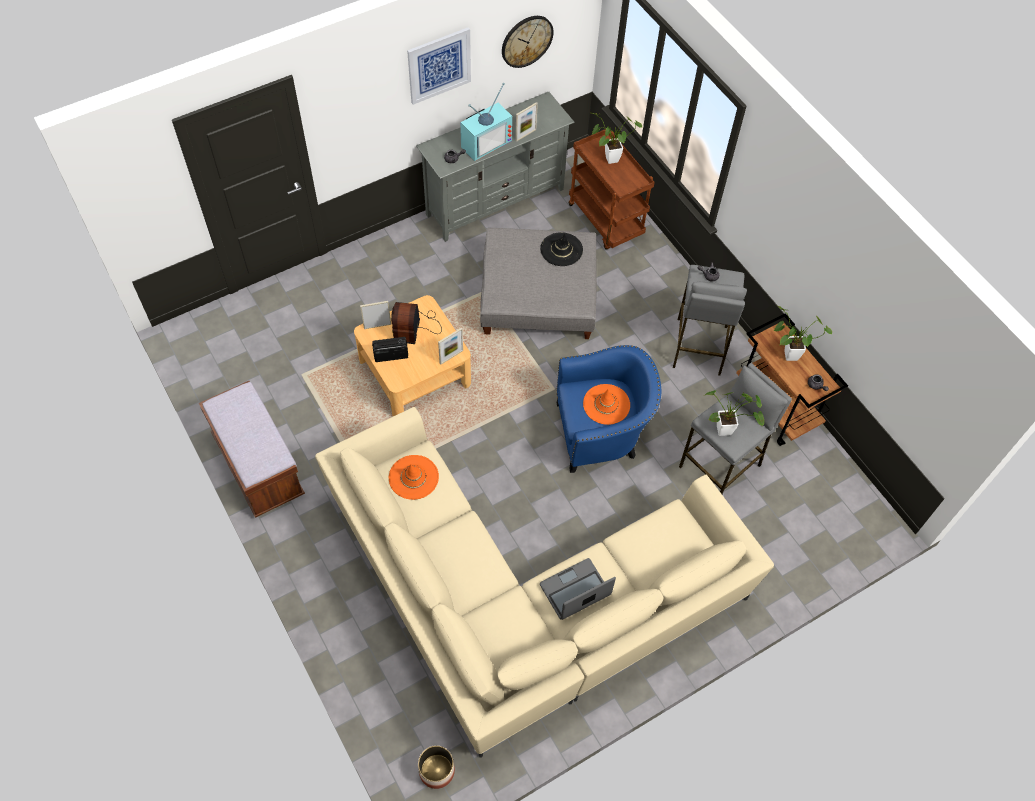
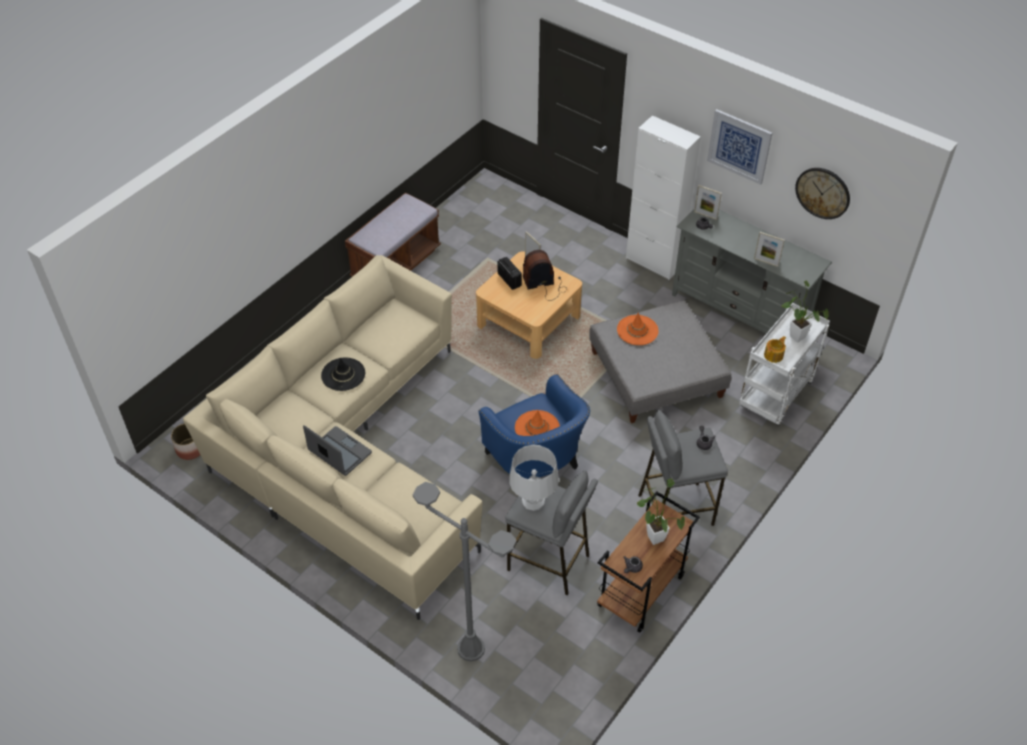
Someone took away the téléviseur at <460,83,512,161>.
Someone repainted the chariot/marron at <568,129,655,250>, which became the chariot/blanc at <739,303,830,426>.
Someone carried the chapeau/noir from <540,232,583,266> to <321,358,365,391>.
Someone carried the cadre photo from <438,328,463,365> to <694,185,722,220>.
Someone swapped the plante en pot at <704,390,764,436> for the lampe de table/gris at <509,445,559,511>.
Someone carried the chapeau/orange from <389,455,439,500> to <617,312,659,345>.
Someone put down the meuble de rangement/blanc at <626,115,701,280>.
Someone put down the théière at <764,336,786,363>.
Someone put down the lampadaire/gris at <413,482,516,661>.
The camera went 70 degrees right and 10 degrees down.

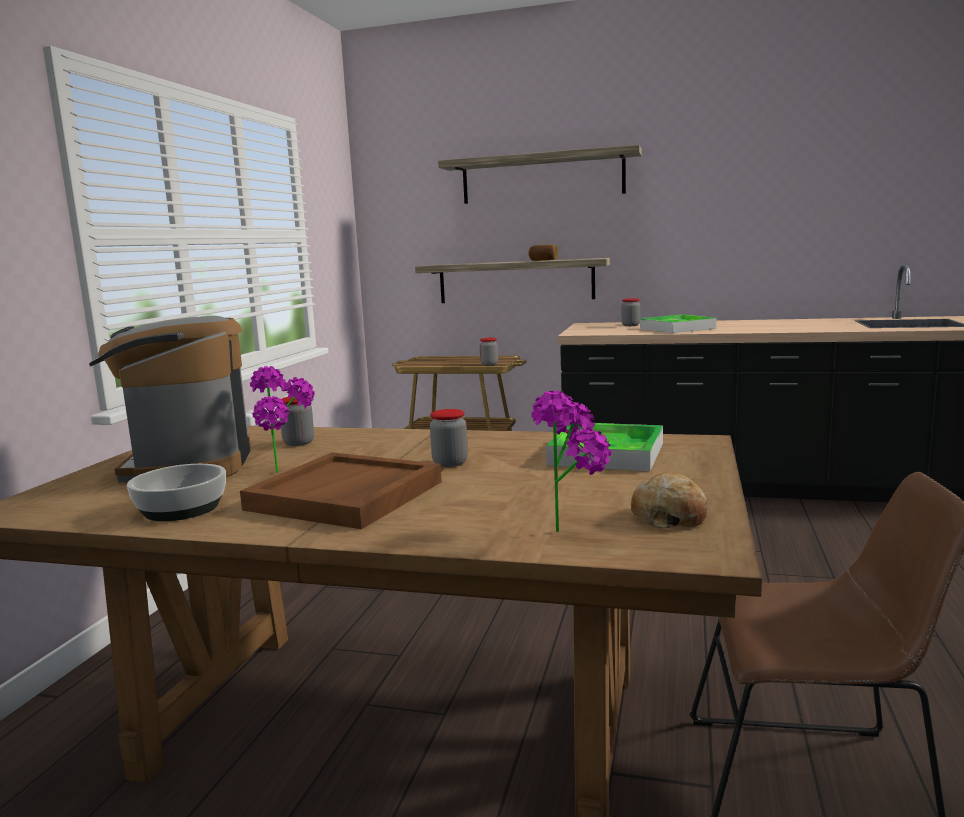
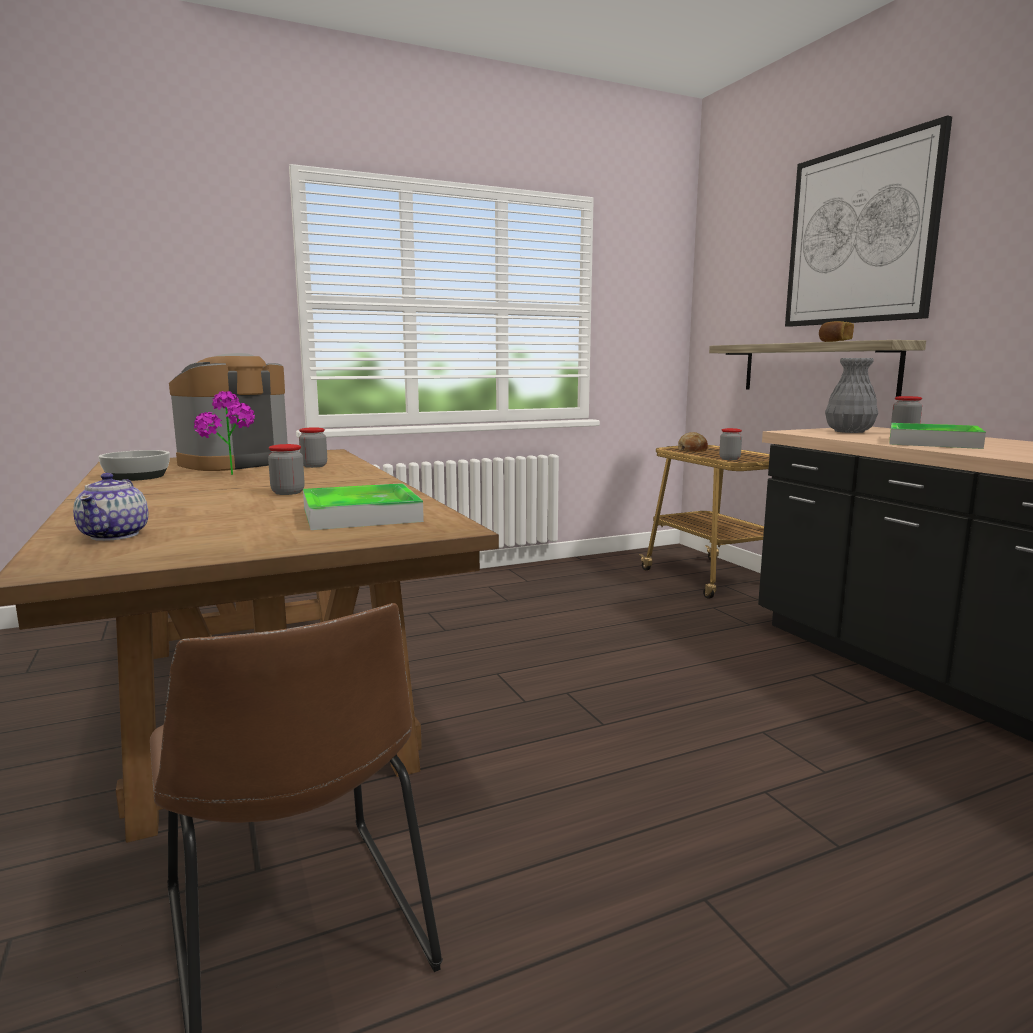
Someone swapped the étagère at <438,145,642,204> for the tableau at <785,115,952,327>.
Someone swapped the plante en pot at <532,391,612,532> for the théière at <73,473,148,541>.
Someone took away the plateau/marron at <240,453,442,529>.
Someone carried the pain from <631,472,707,529> to <678,432,708,452>.
Someone put down the vase/gris at <825,358,878,433>.
The camera went 50 degrees right and 0 degrees up.

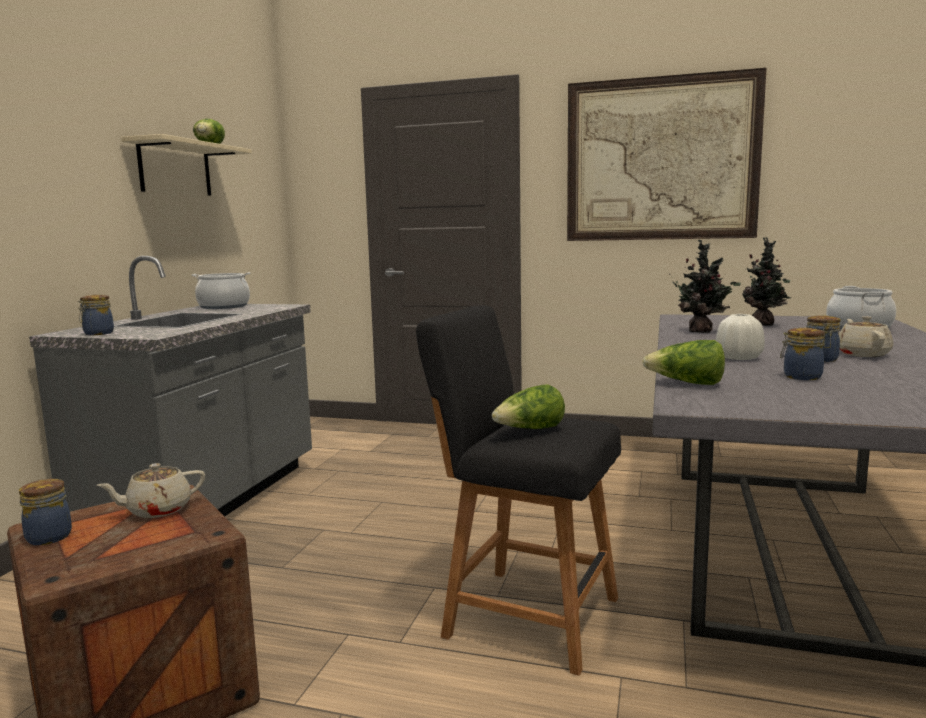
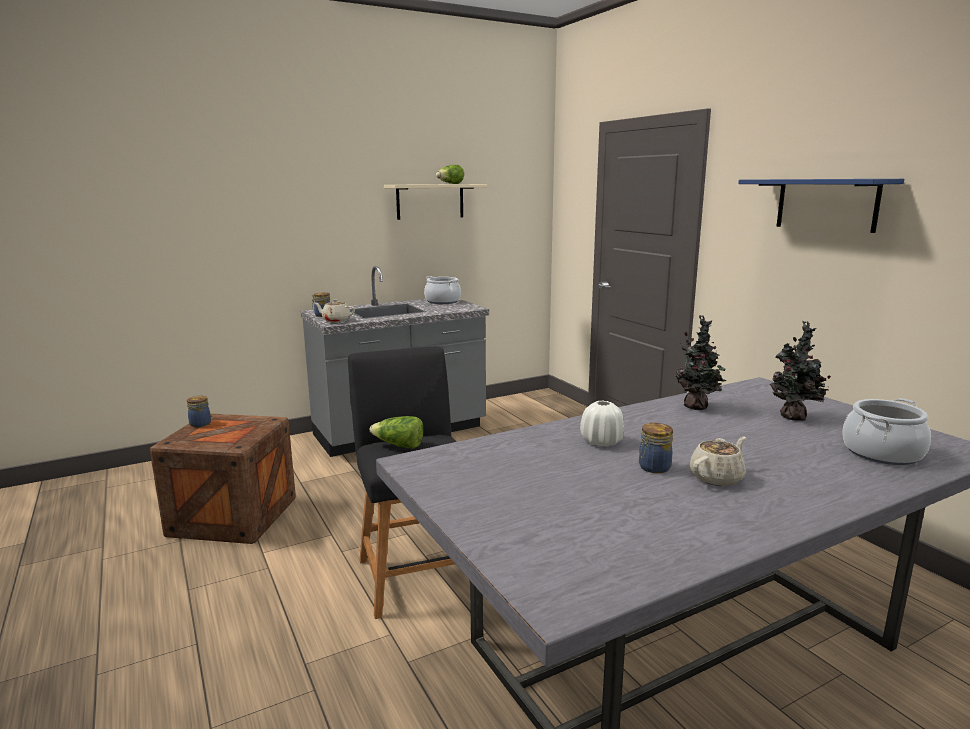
Someone swapped the tableau at <567,68,767,241> for the étagère/bleu at <738,179,904,233>.
Someone took away the bocal at <780,328,825,380>.
Someone took away the laitue at <642,340,725,385>.
Someone carried the théière/beige from <96,463,205,518> to <315,299,355,322>.
The camera went 45 degrees right and 5 degrees up.

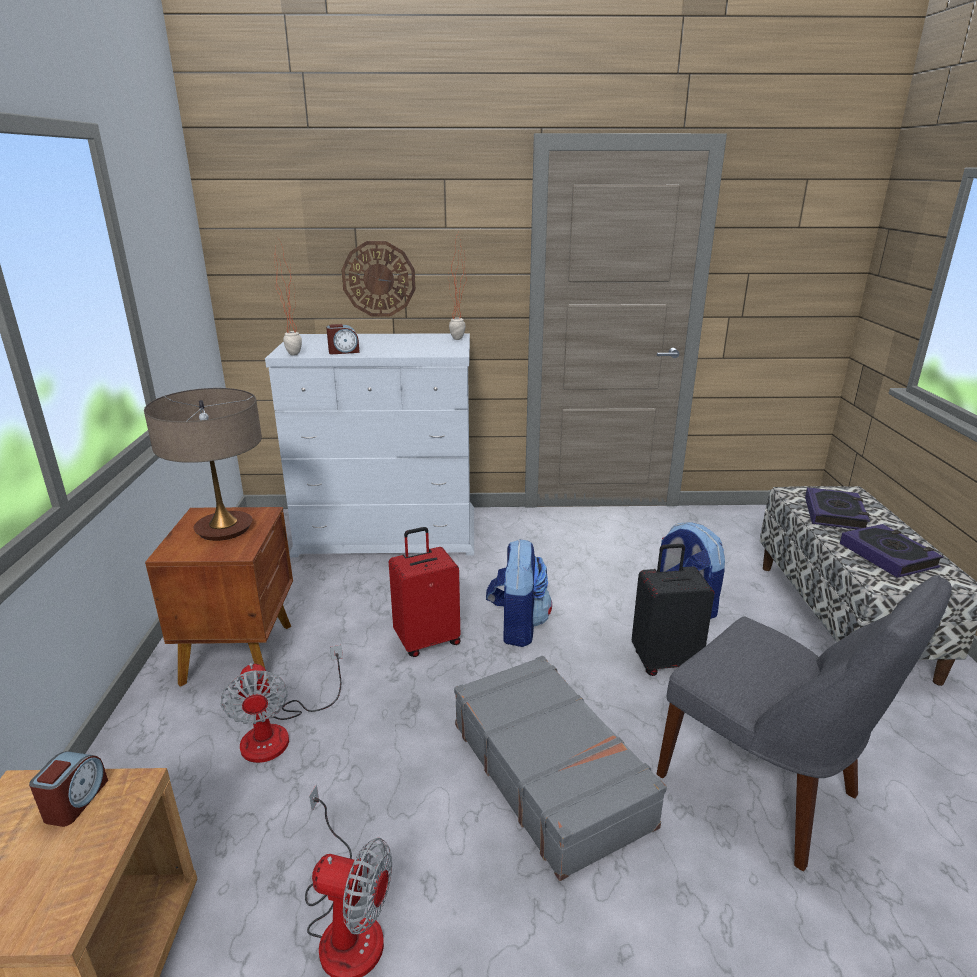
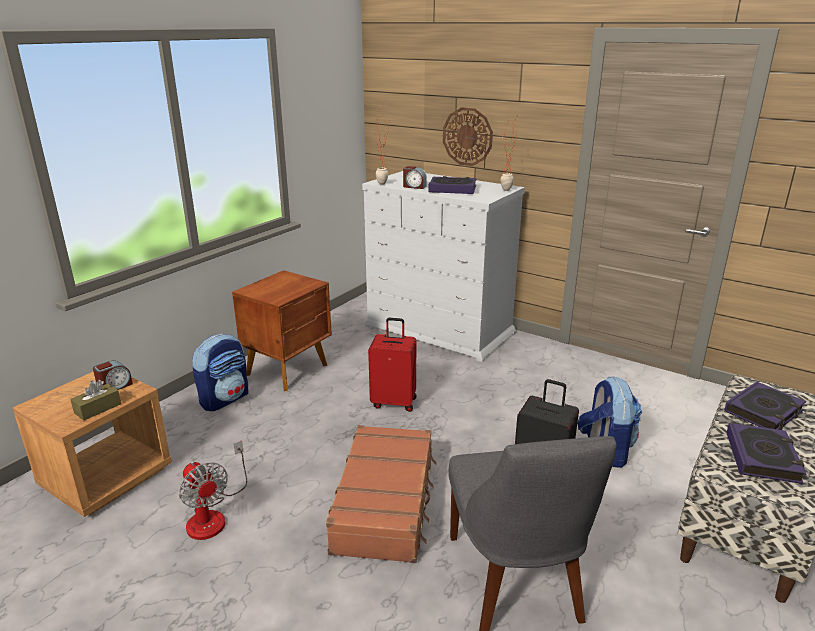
Someone took away the lampe de table at <144,388,262,541>.
Someone carried the sac à dos from <486,539,552,647> to <192,333,248,411>.
Someone took away the ventilateur at <220,645,343,763>.
Someone repainted the valise/gris at <454,656,667,881>, which became the valise/marron at <326,425,436,563>.
Someone put down the livre at <428,176,476,194>.
Someone put down the boîte à mouchoirs/marron at <70,380,121,421>.
The camera went 35 degrees right and 0 degrees up.

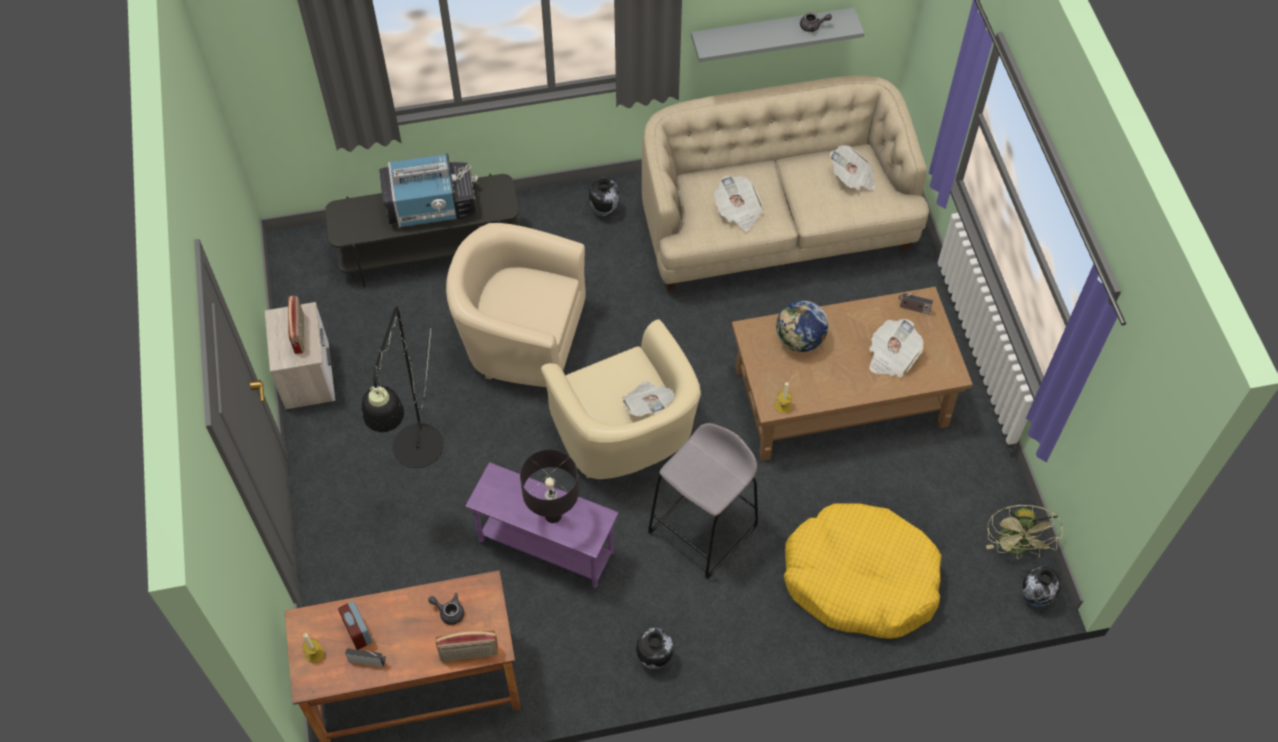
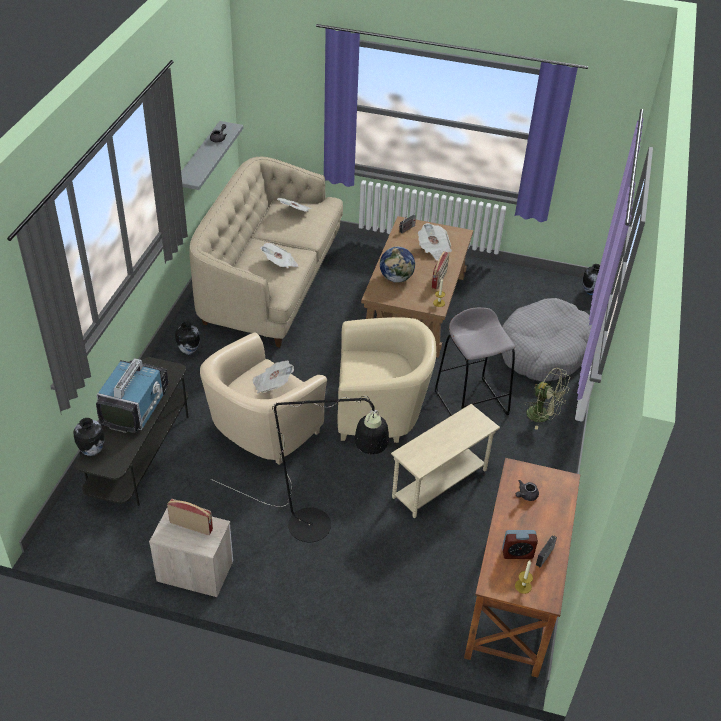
Someone carried the journal from <622,381,674,416> to <252,360,294,394>.
Someone took away the lampe de table/noir at <520,449,579,523>.
Someone repainted the table d'appoint/violet at <465,462,619,588>, which became the table d'appoint/beige at <391,404,500,518>.
Someone repainted the panier pour chien/jaune at <784,503,942,639>, which became the panier pour chien/gris at <502,298,592,382>.
Someone carried the ventilateur/vert from <986,505,1063,559> to <524,368,570,430>.
Someone carried the vase from <636,628,673,669> to <73,418,104,456>.
Someone carried the radio from <435,630,498,661> to <431,251,449,289>.
The camera went 65 degrees left and 15 degrees down.

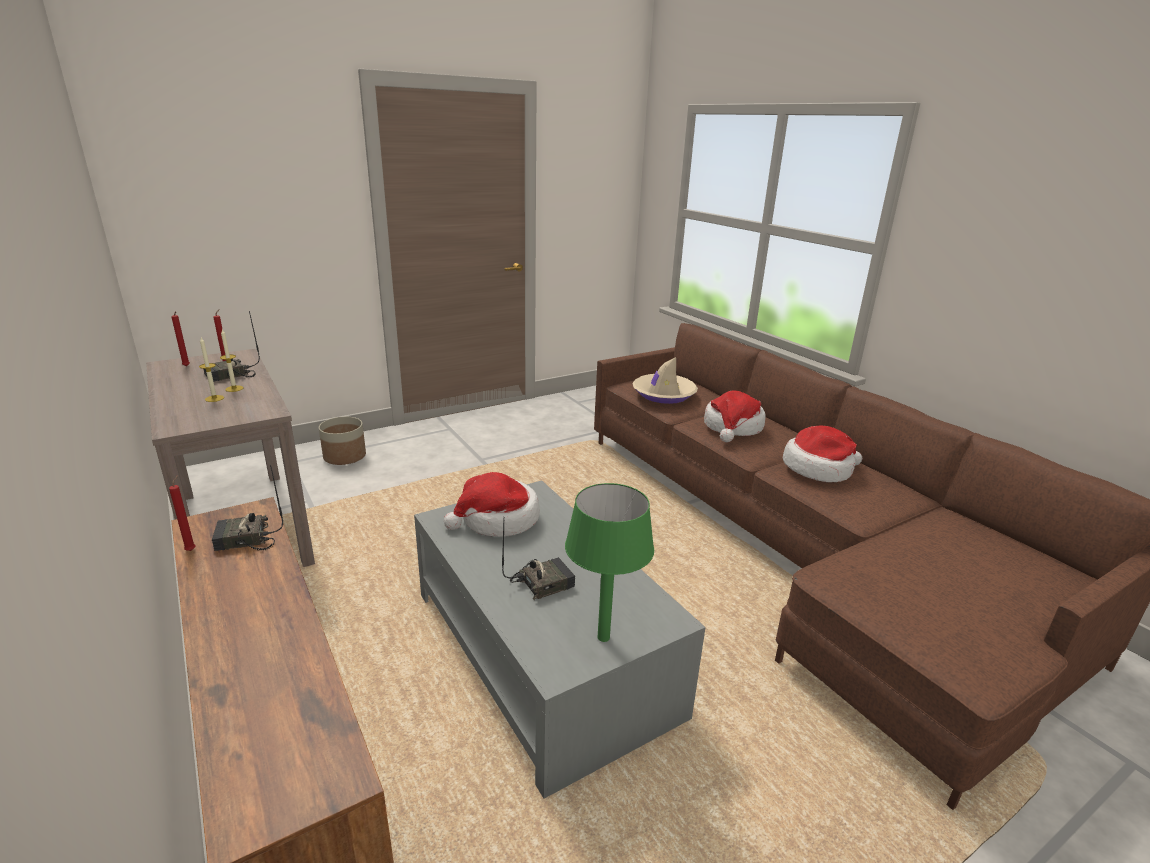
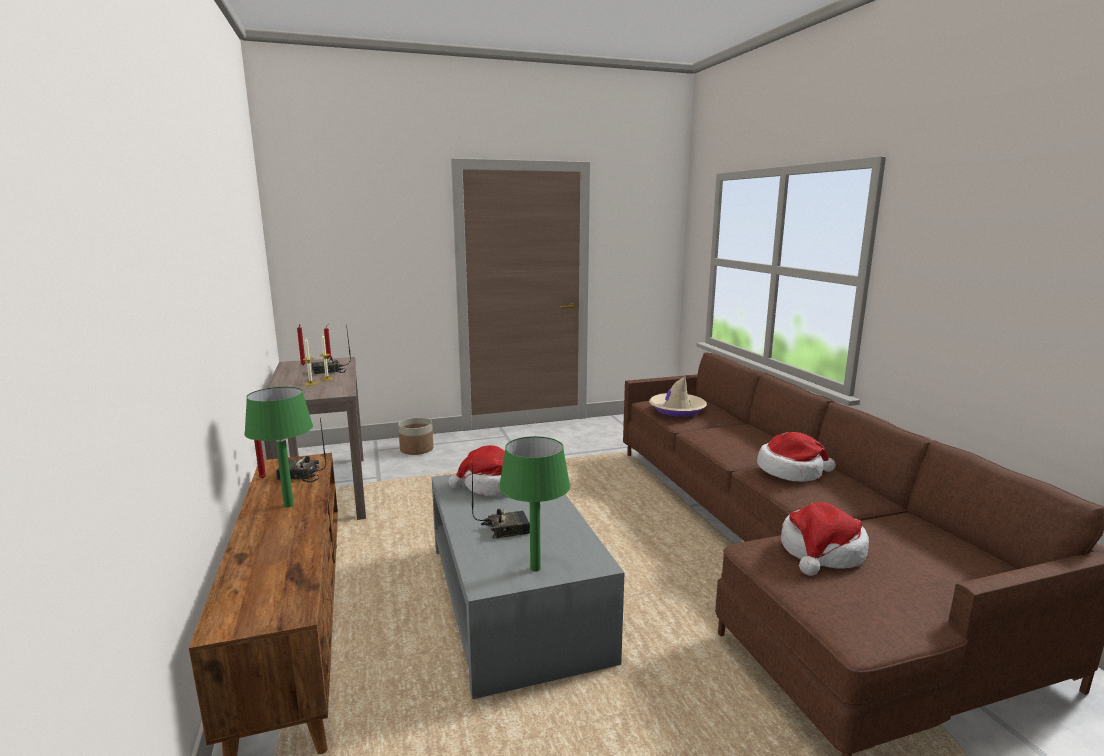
Someone carried the chapeau from <704,390,766,442> to <781,502,869,576>.
Someone put down the lampe de table/vert at <244,387,313,507>.
The camera went 15 degrees right and 10 degrees down.

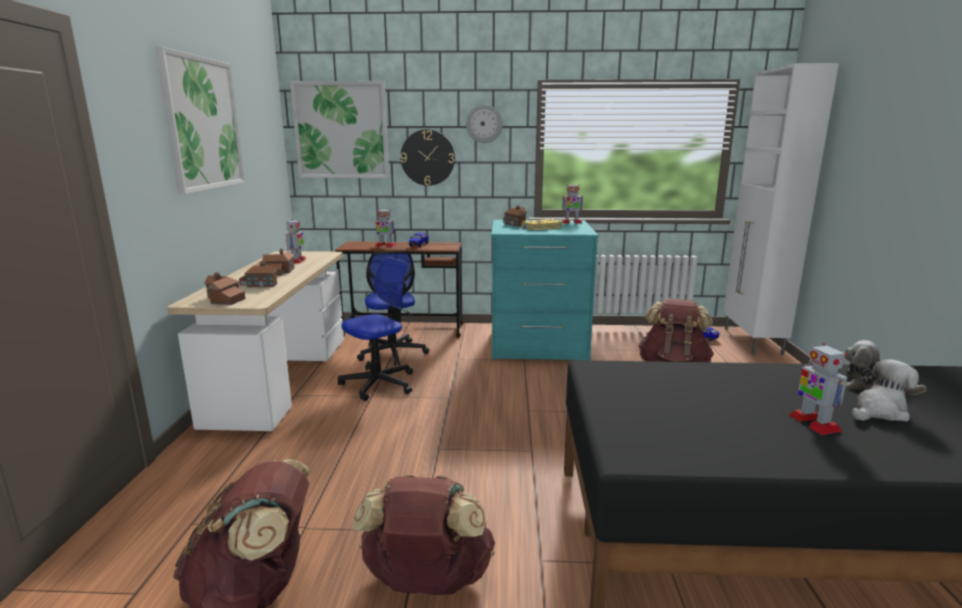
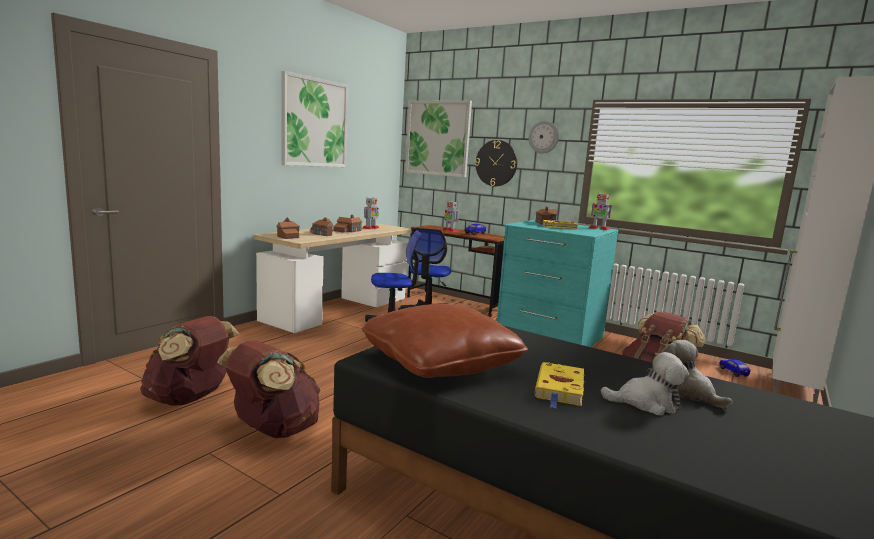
Someone swapped the robot jouet at <789,343,848,435> for the livre/jaune at <534,362,584,408>.
Someone put down the coussin/marron at <362,304,528,378>.
The camera went 30 degrees right and 5 degrees down.

